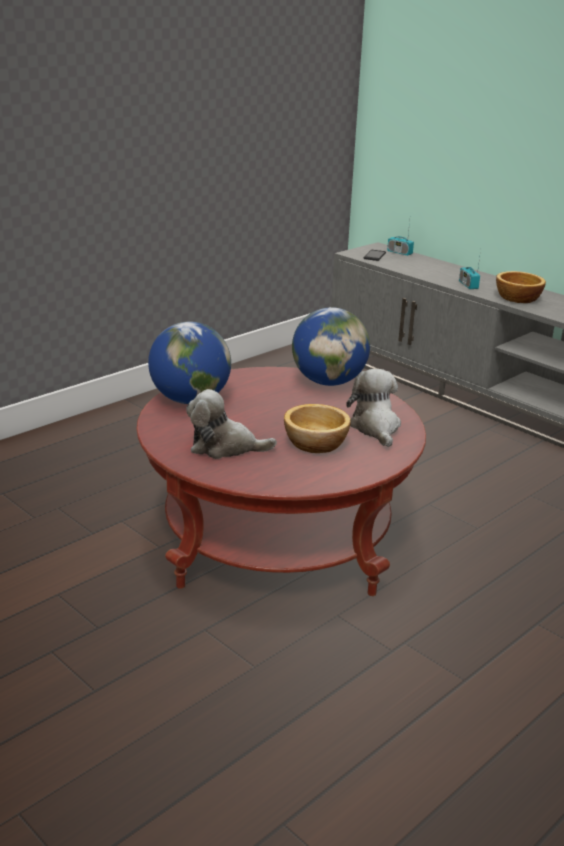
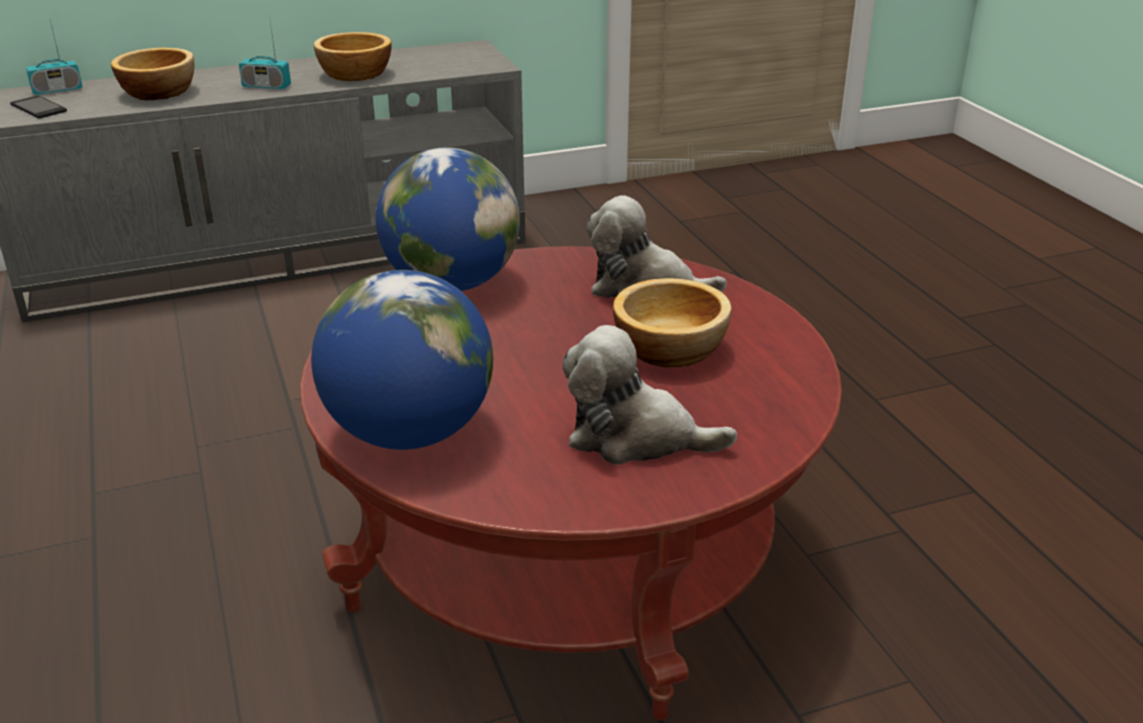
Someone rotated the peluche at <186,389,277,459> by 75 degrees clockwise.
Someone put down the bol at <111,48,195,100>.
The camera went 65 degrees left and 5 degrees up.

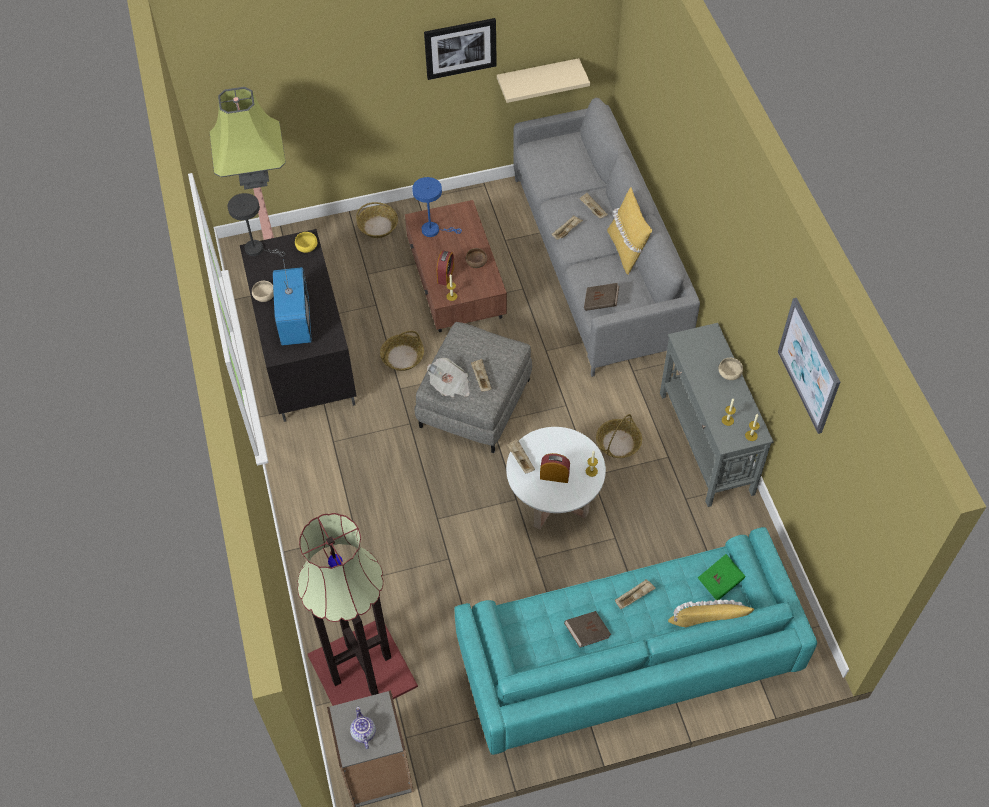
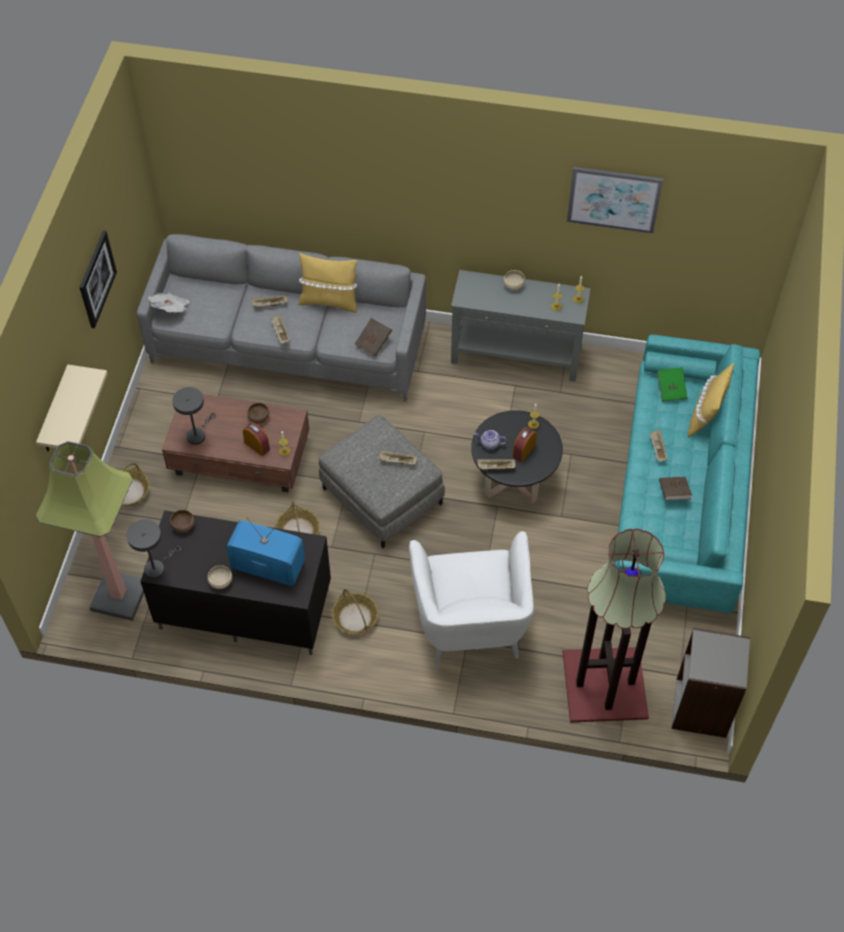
Someone carried the étagère/beige from <497,58,590,103> to <36,364,108,451>.
Someone repainted the lampe de table/bleu at <412,177,462,237>, which became the lampe de table/gris at <172,387,216,445>.
Someone repainted the bol/jaune at <295,232,317,253>, which became the bol/marron at <170,510,194,533>.
Someone carried the journal from <427,358,470,397> to <148,293,190,312>.
Someone carried the panier from <596,414,642,458> to <332,589,378,634>.
Someone repainted the table basse/blanc at <506,427,606,529>, which became the table basse/noir at <471,410,563,504>.
Someone carried the théière from <350,707,376,749> to <474,430,507,450>.
Someone put down the fauteuil/blanc at <409,531,534,666>.
The camera went 65 degrees left and 0 degrees up.

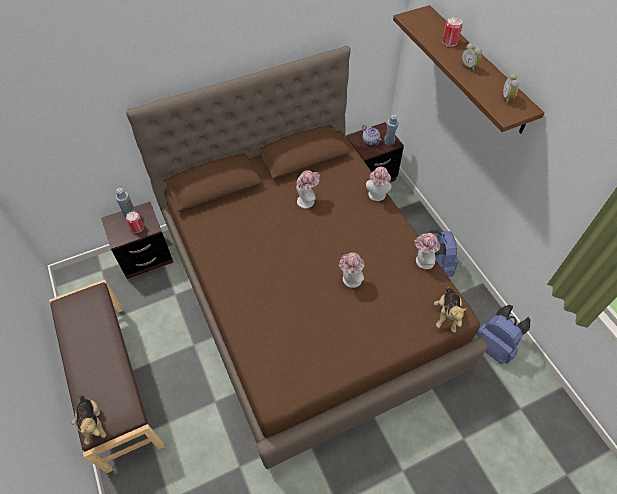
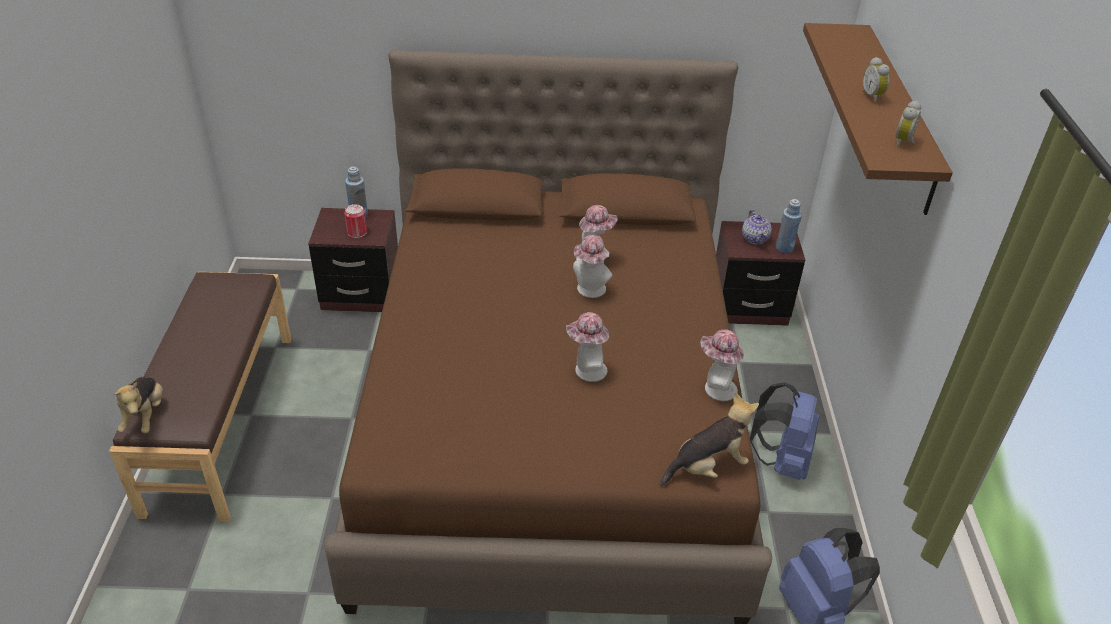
Someone took away the boîte métallique at <442,17,463,47>.
Someone carried the chapeau from <366,167,392,201> to <573,235,612,298>.
Someone rotated the peluche at <434,286,467,333> by 150 degrees counterclockwise.
The camera went 25 degrees right and 15 degrees down.

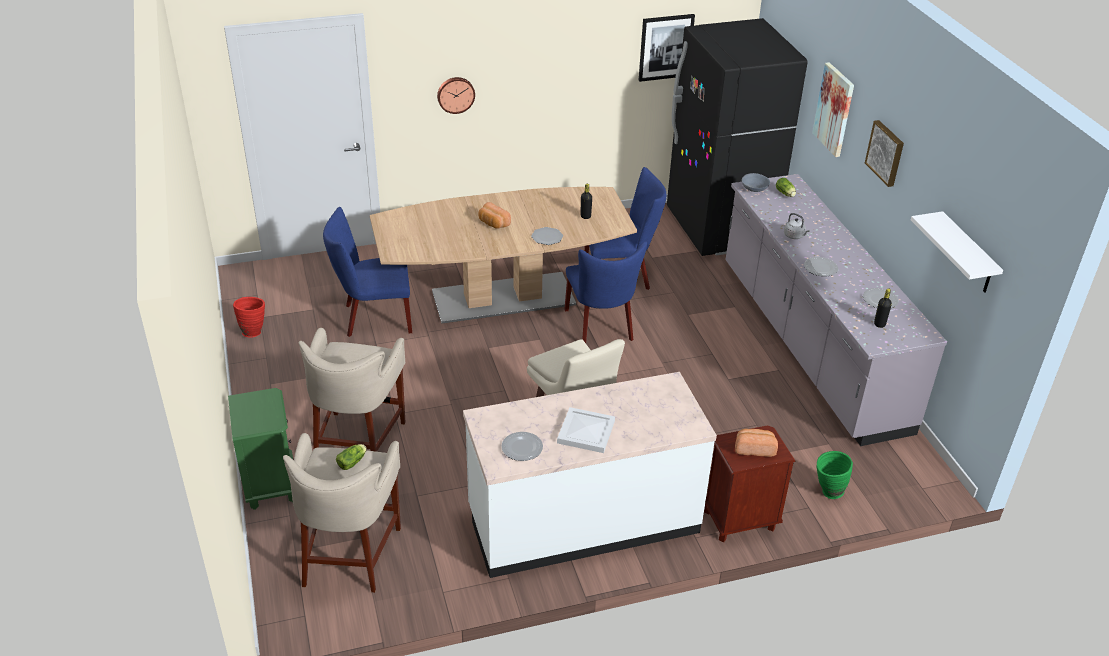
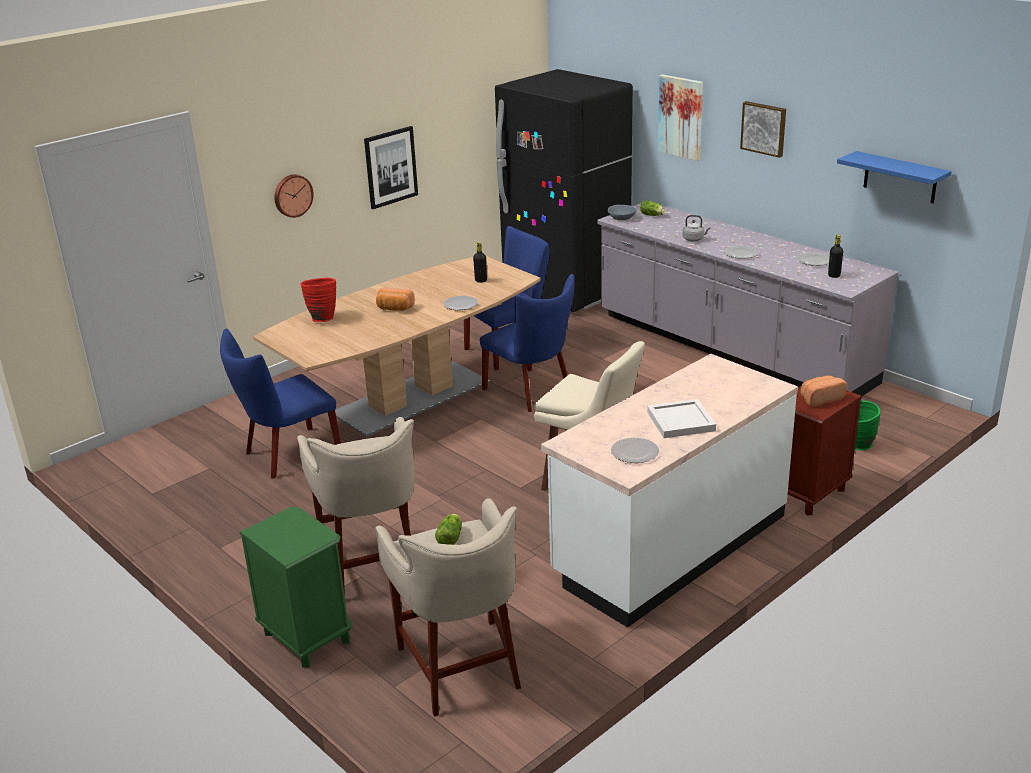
Someone carried the tableau from <639,14,695,82> to <364,126,418,209>.
Someone repainted the étagère/blanc at <911,211,1003,293>, which became the étagère/bleu at <837,151,952,203>.
Someone carried the vase/rouge from <233,297,265,338> to <300,278,336,322>.
The camera went 25 degrees left and 10 degrees down.

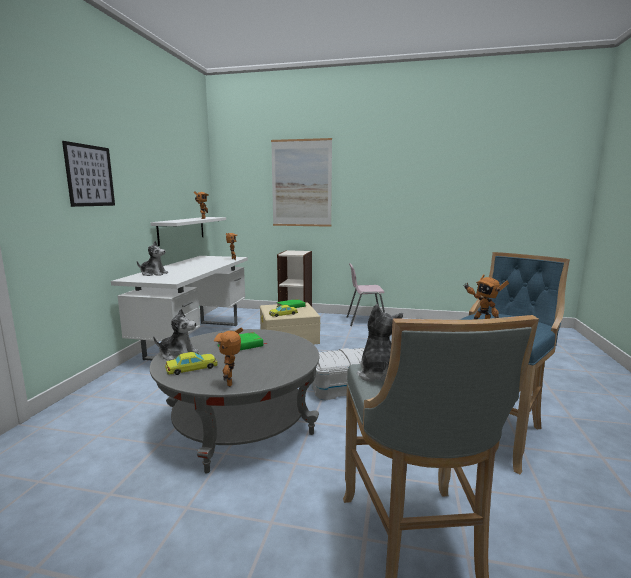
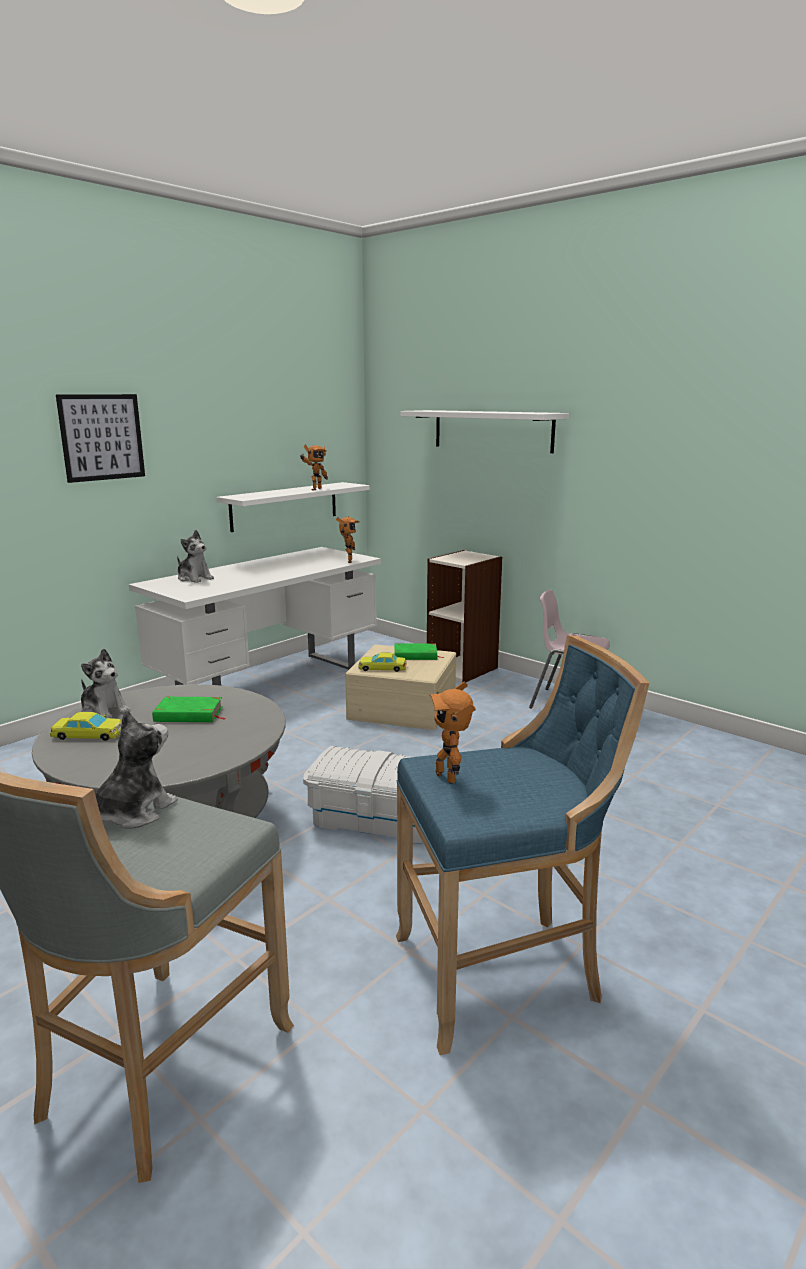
Someone swapped the tableau at <271,138,332,227> for the étagère/blanc at <400,410,569,453>.
Someone took away the robot jouet at <214,328,243,387>.
The camera went 30 degrees right and 5 degrees up.

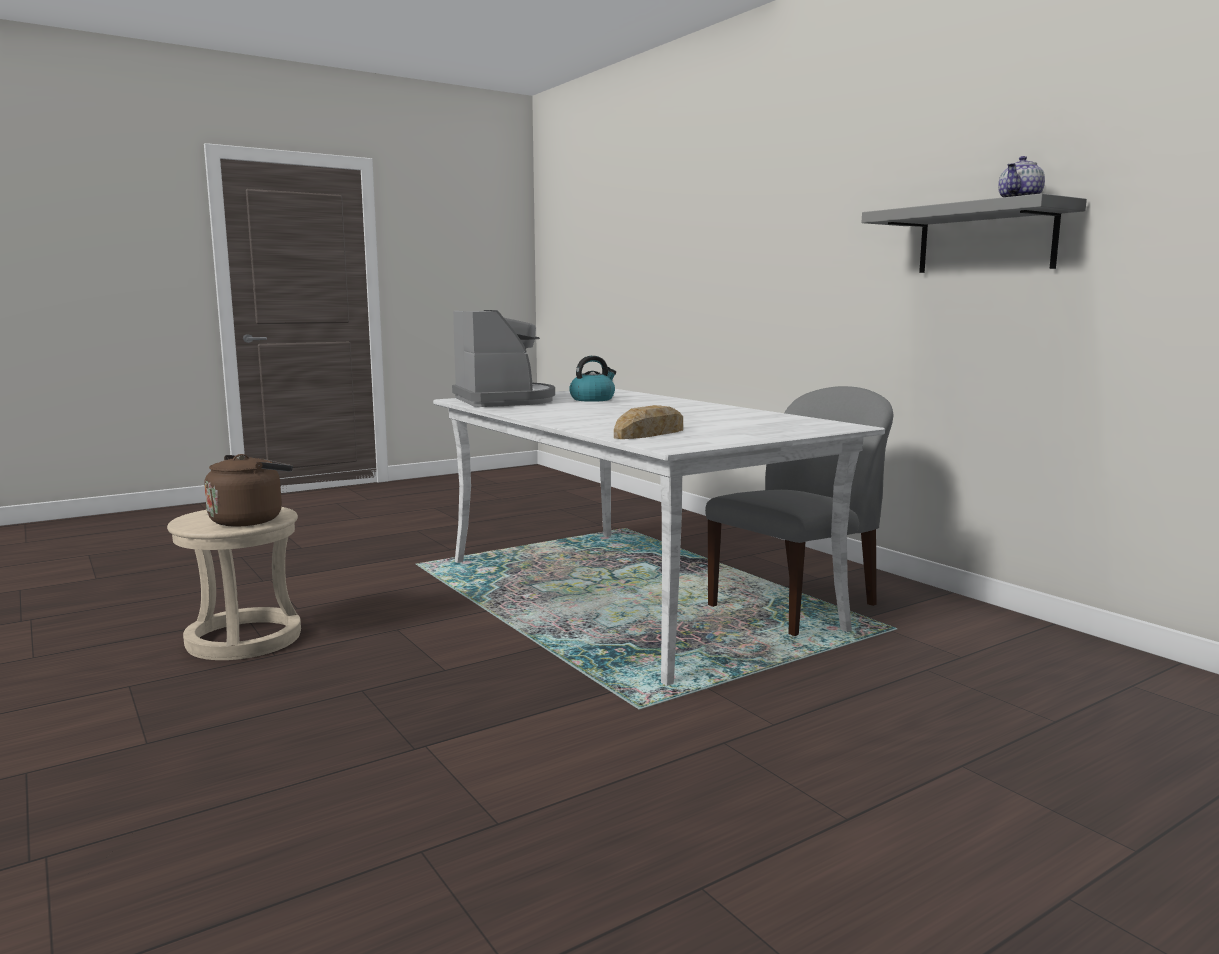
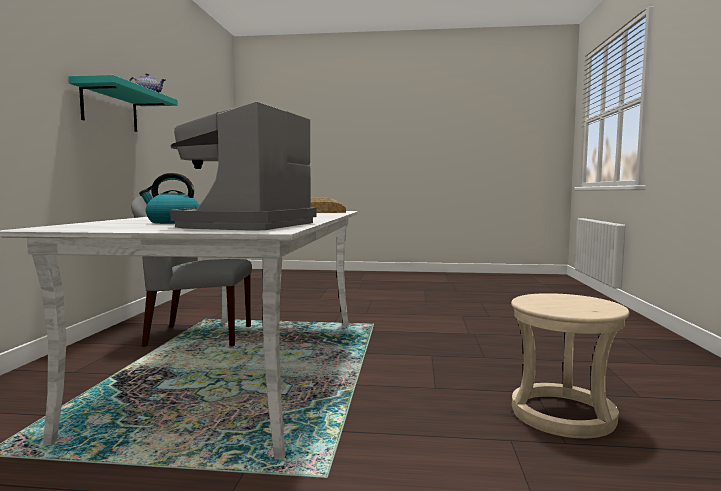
Someone repainted the étagère/gris at <862,193,1087,273>, which became the étagère/turquoise at <69,75,178,132>.
Someone took away the bouilloire/marron at <204,454,293,527>.
The camera went 140 degrees left and 5 degrees down.

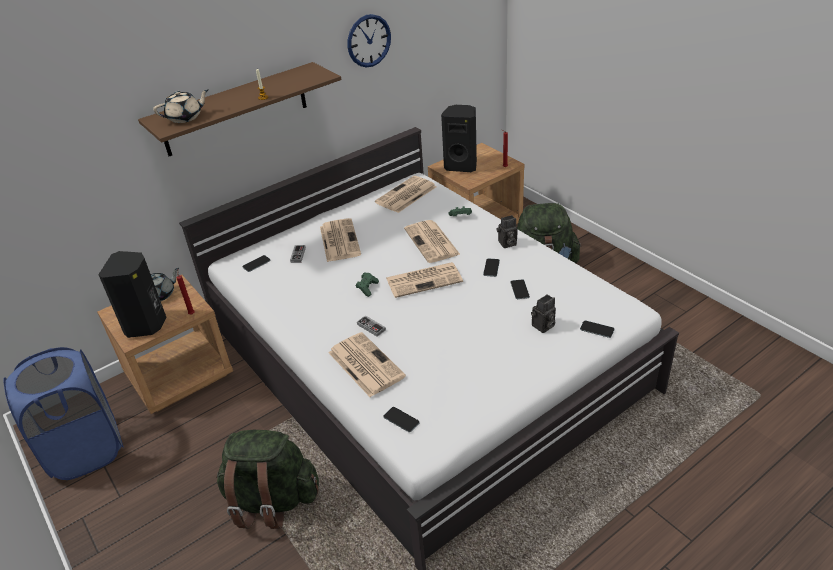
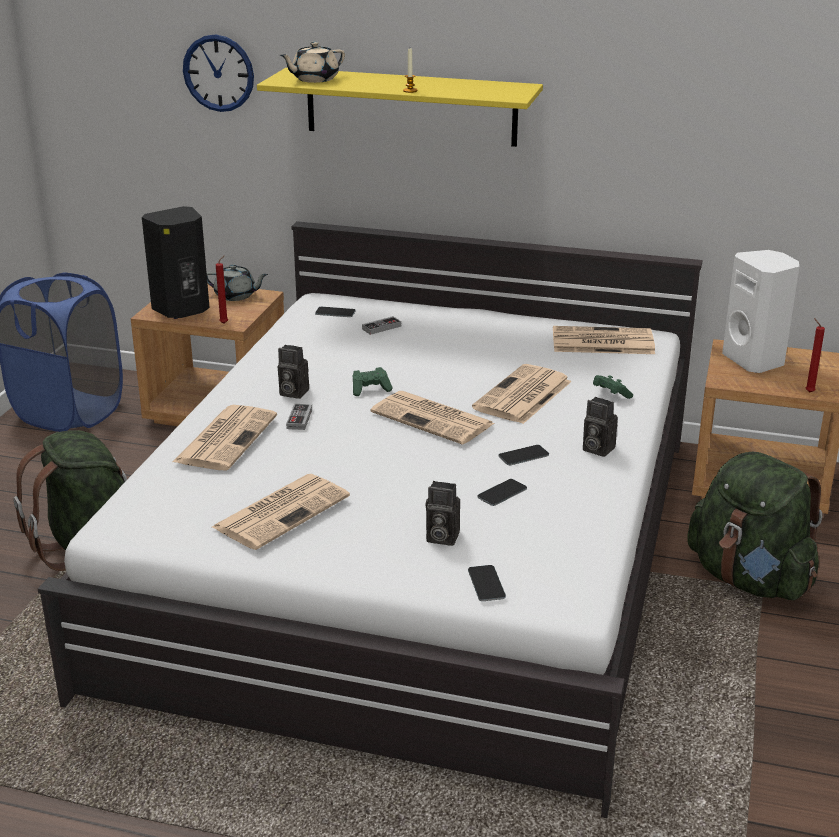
Someone carried the horloge murale from <348,14,391,68> to <183,35,254,112>.
Someone repainted the étagère/marron at <138,62,341,156>, which became the étagère/jaune at <257,68,543,147>.
Someone rotated the théière/beige at <153,89,209,123> by 120 degrees clockwise.
Someone repainted the enceinte/noir at <441,105,477,172>, which became the enceinte/blanc at <722,250,799,373>.
Someone carried the journal from <320,218,361,262> to <212,474,350,550>.
Someone took away the téléphone at <384,407,419,432>.
Someone put down the appareil photo at <278,345,309,399>.
The camera went 50 degrees right and 10 degrees down.

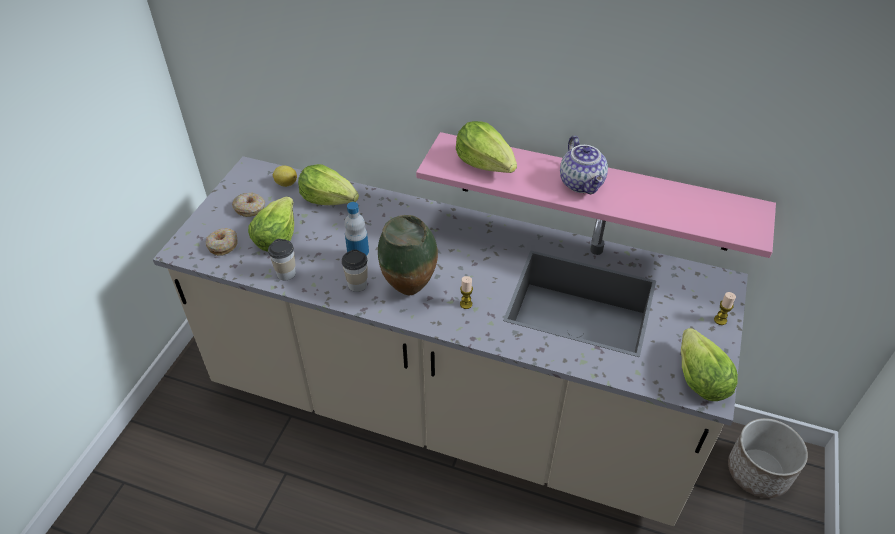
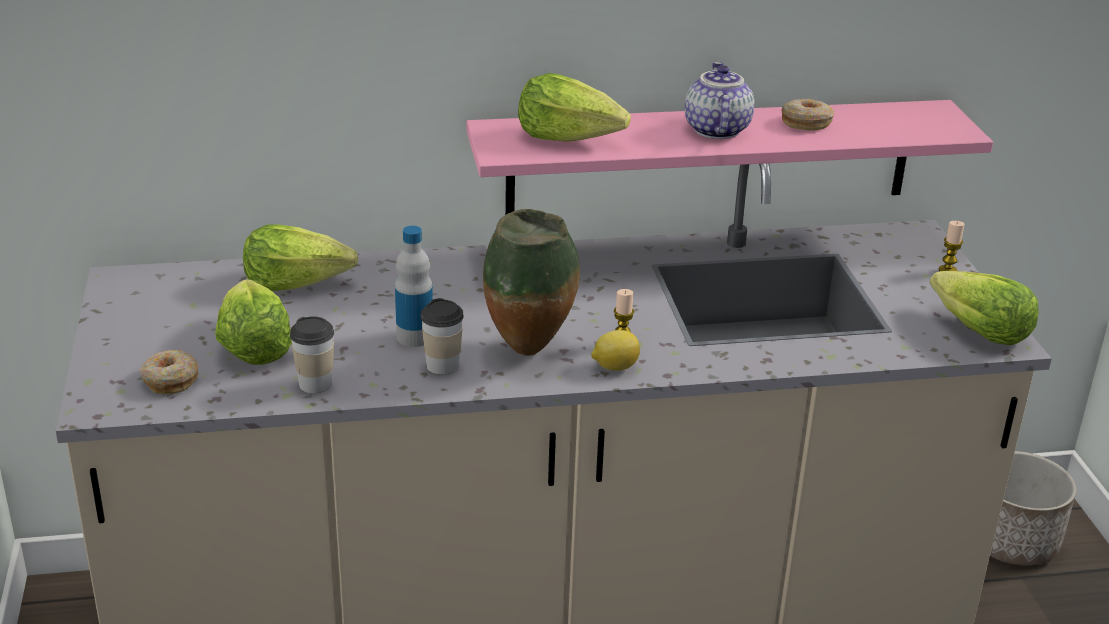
Someone rotated the théière at <560,136,608,194> by 135 degrees counterclockwise.
Someone carried the citron from <273,166,297,187> to <591,330,640,371>.
Someone carried the beignet from <232,193,265,217> to <782,99,835,131>.
The camera went 30 degrees left and 15 degrees down.

